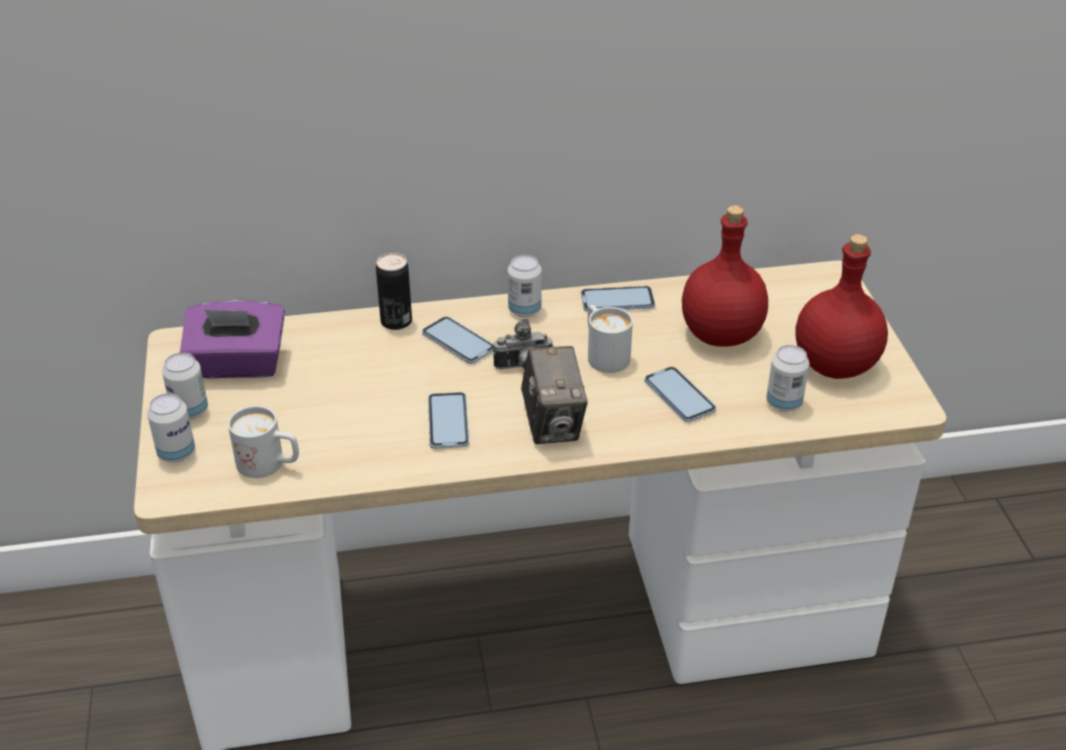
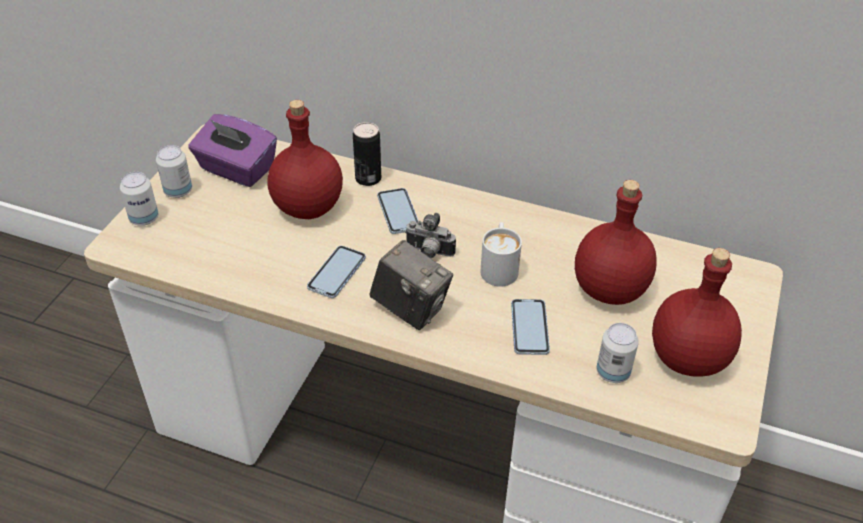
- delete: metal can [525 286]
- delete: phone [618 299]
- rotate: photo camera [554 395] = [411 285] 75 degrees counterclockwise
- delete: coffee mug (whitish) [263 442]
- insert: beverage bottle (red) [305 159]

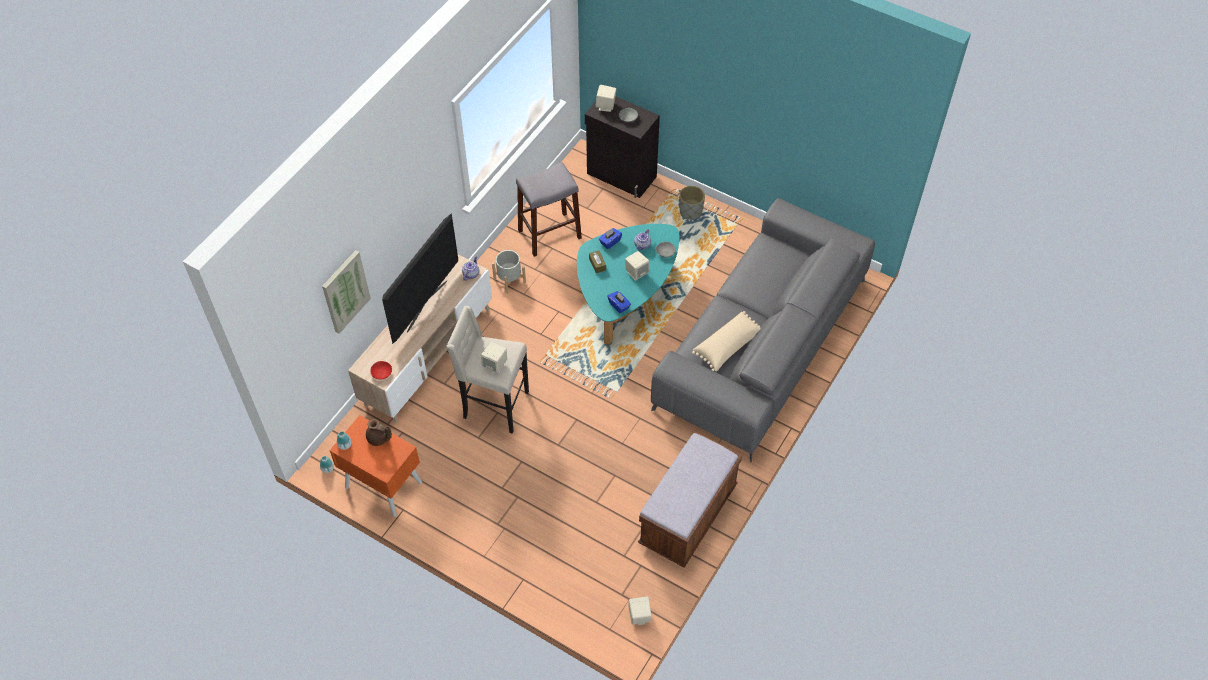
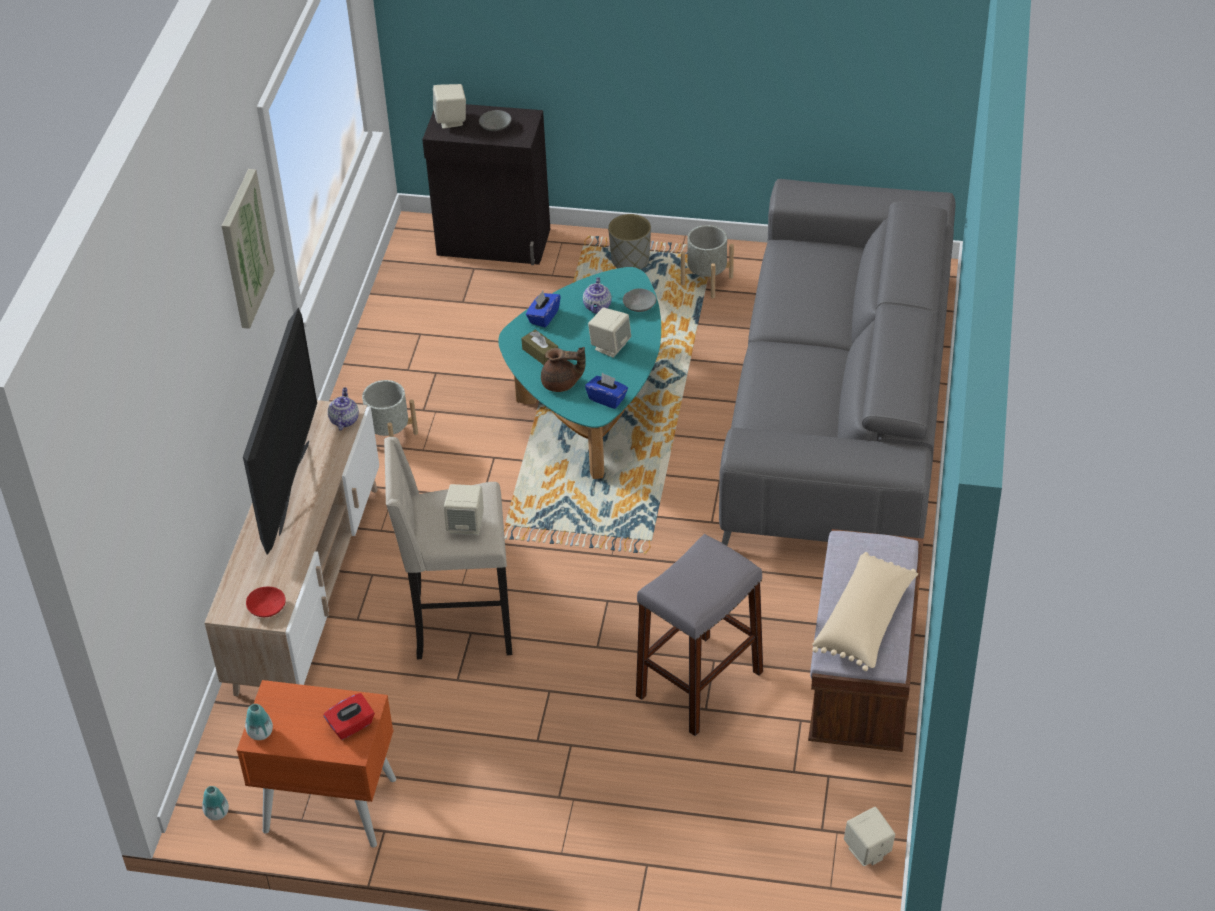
- move: stool (grey) [549 209] to [699 635]
- move: picture [346 292] to [248 249]
- move: throw pillow (sand-coloured) [726 341] to [865 611]
- move: pot for tea (brownish) [379 432] to [563 369]
- insert: planter (grey) [707 261]
- insert: tissue holder (red) [349 716]

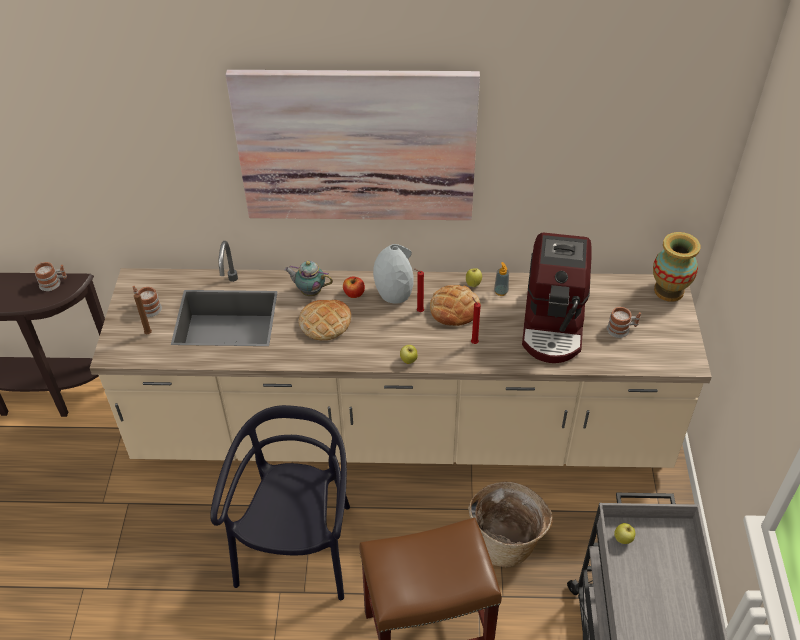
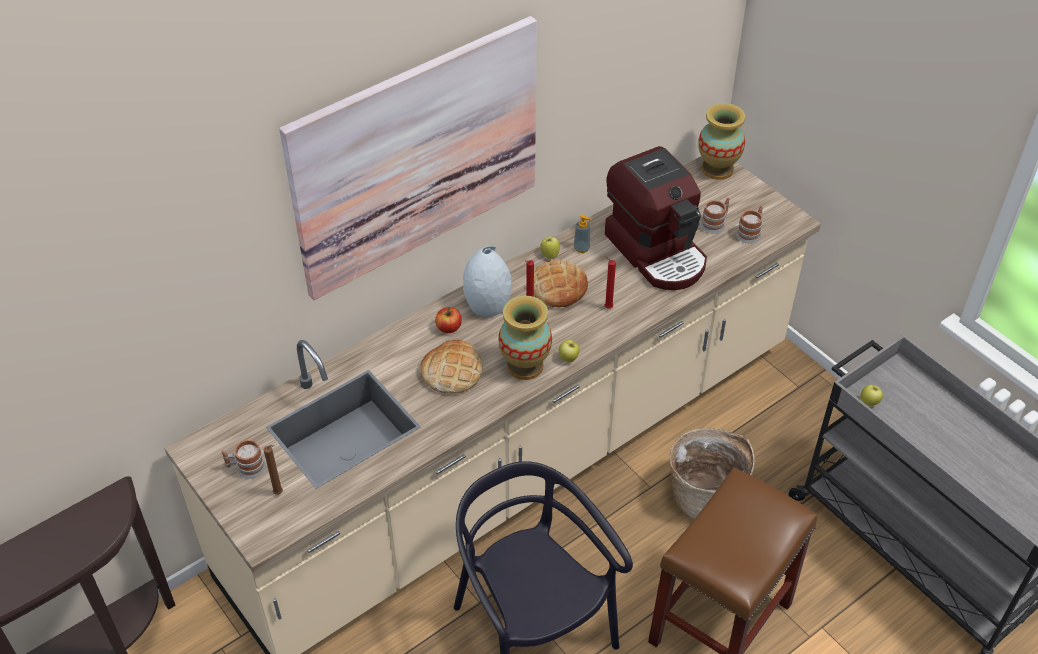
- delete: pot for tea [308 278]
- move: coffee mug [50 276] to [749 225]
- insert: vase [525 338]

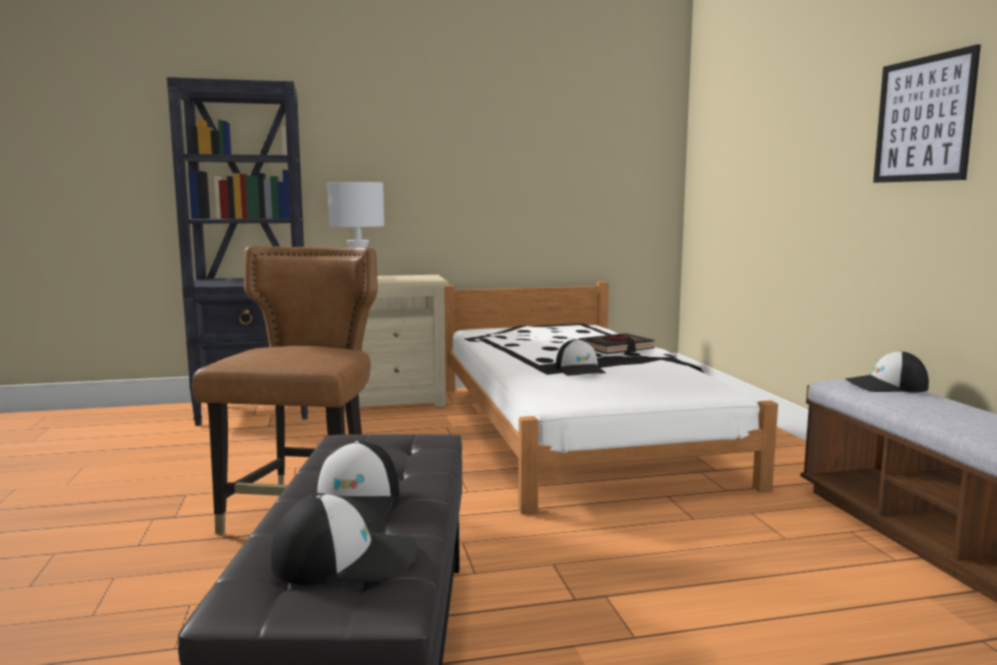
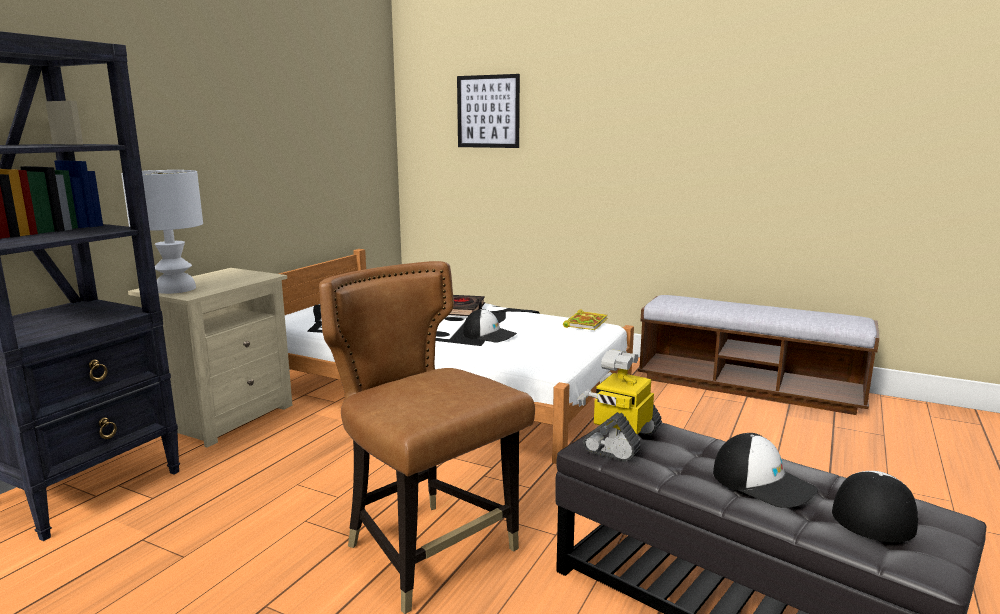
- move: picture [927 113] to [488 111]
- delete: cap [887 372]
- insert: bound book [585 320]
- insert: robot figure [619 405]

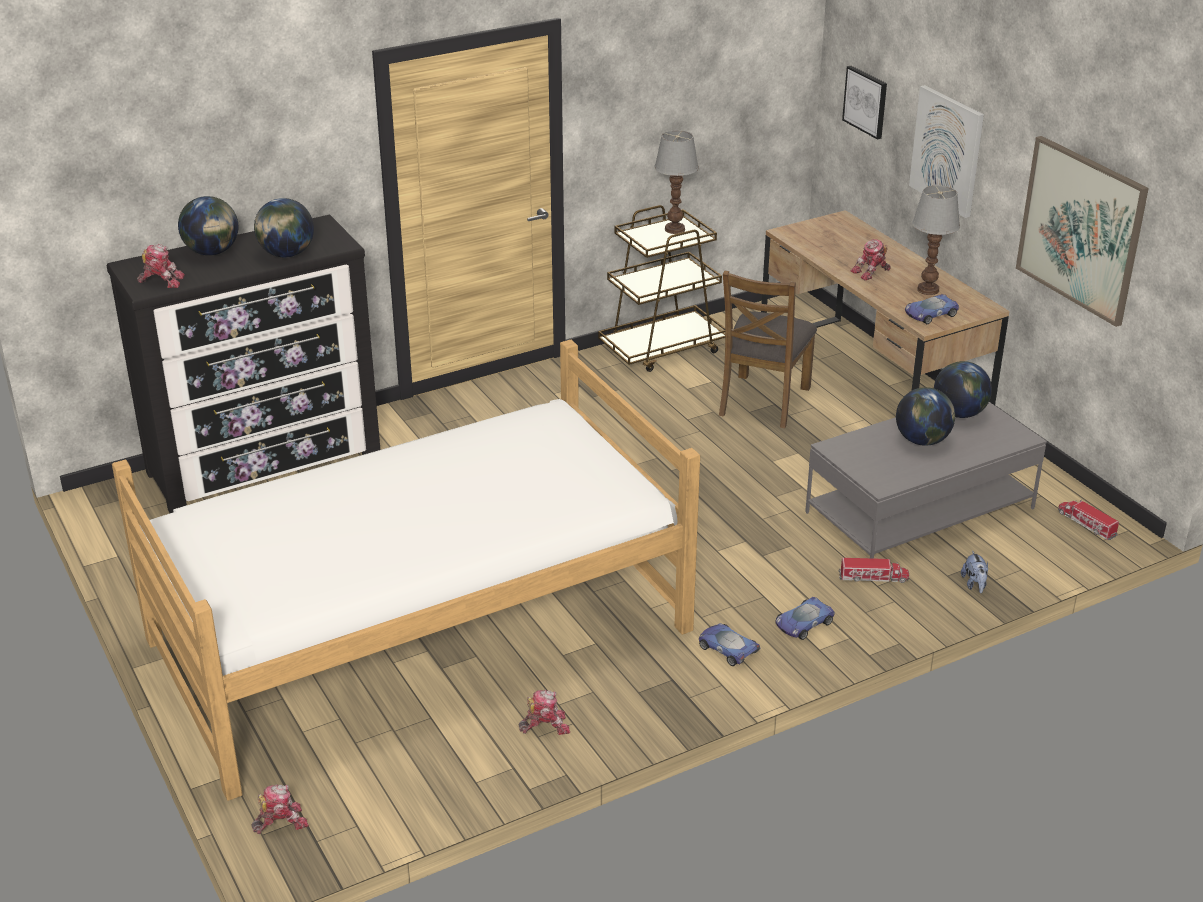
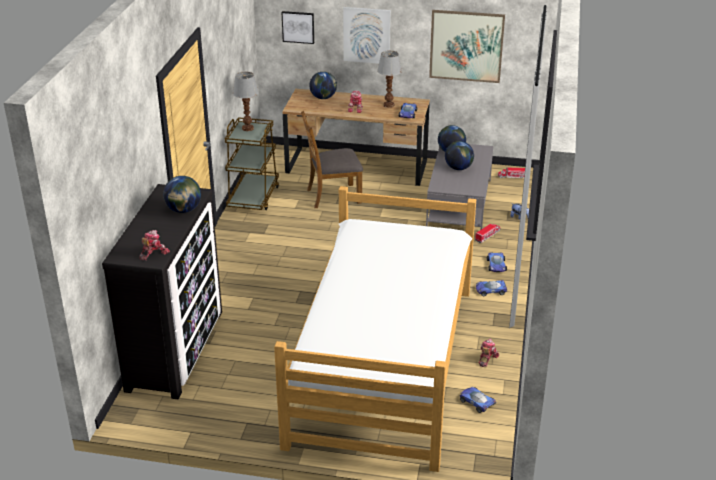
- move: desk globe [208 225] to [323 85]
- rotate: plain chair (brownish) [768 349] = [332 159] 105 degrees clockwise
- delete: robot figure [280 809]
- insert: model car [478 400]

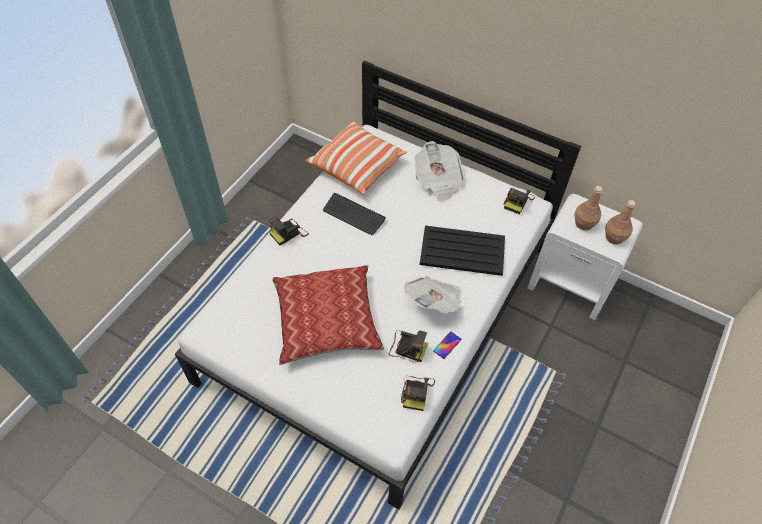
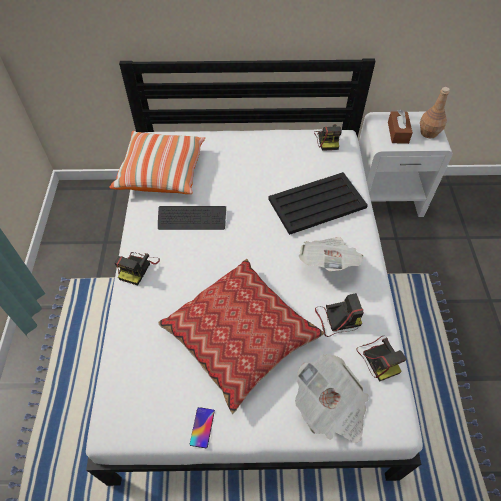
- move: printed paper [439 171] to [332 398]
- replace: beverage bottle (brownish) [588 208] to tissue holder (brownish) [400 126]
- move: phone [447 345] to [202 427]

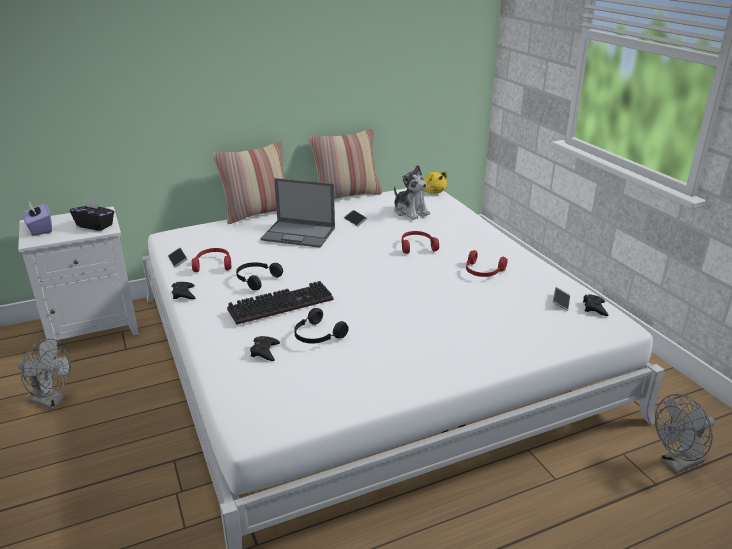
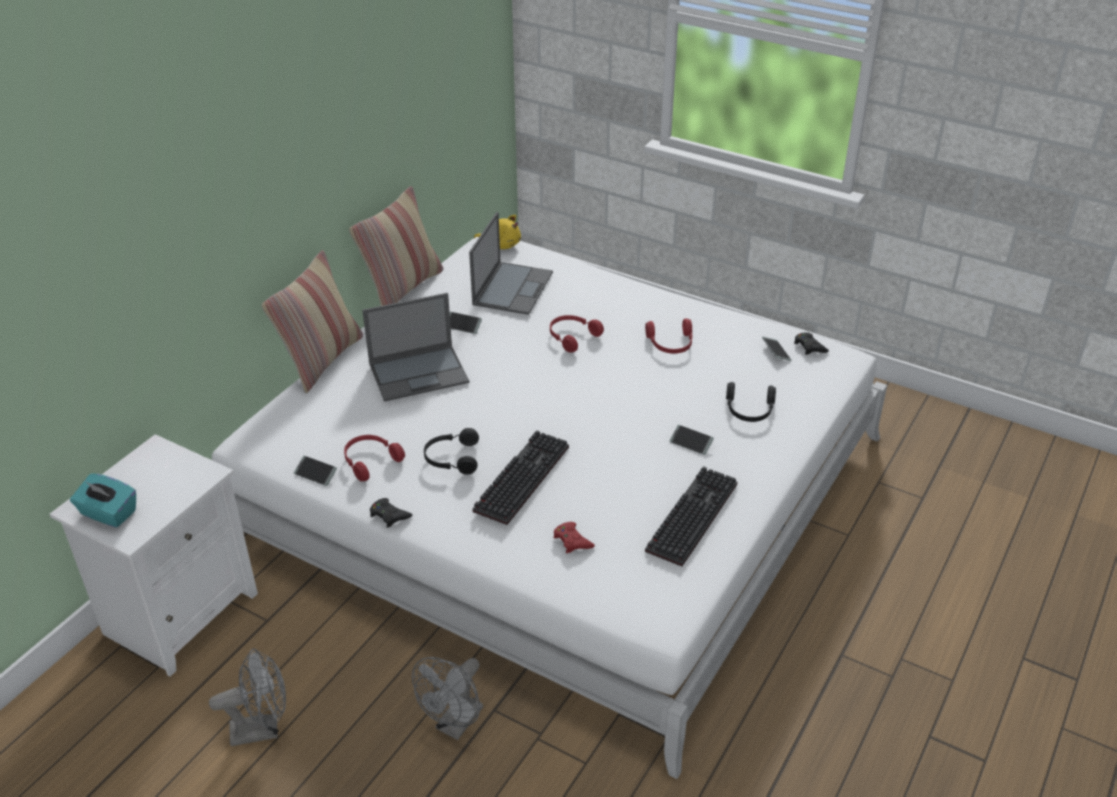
- replace: cuddly toy [412 192] to portable computer [511 263]
- delete: tissue holder (black-coloured) [92 214]
- recolor: tissue holder (purple-coloured) [37 219] to tissue holder (turquoise) [103 501]
- move: headset (black-coloured) [321 326] to [751 402]
- recolor: gamepad (black-coloured) [265 348] to gamepad (red) [574 537]
- move: fan (grey) [685 433] to [447 698]
- insert: phone [692 440]
- insert: computer keyboard [691 516]

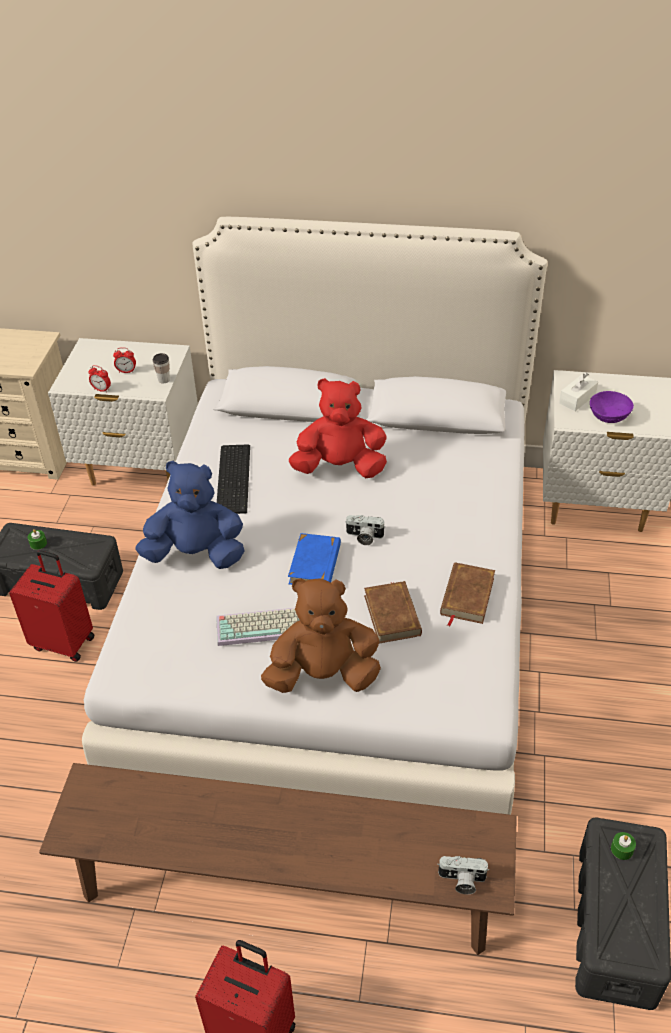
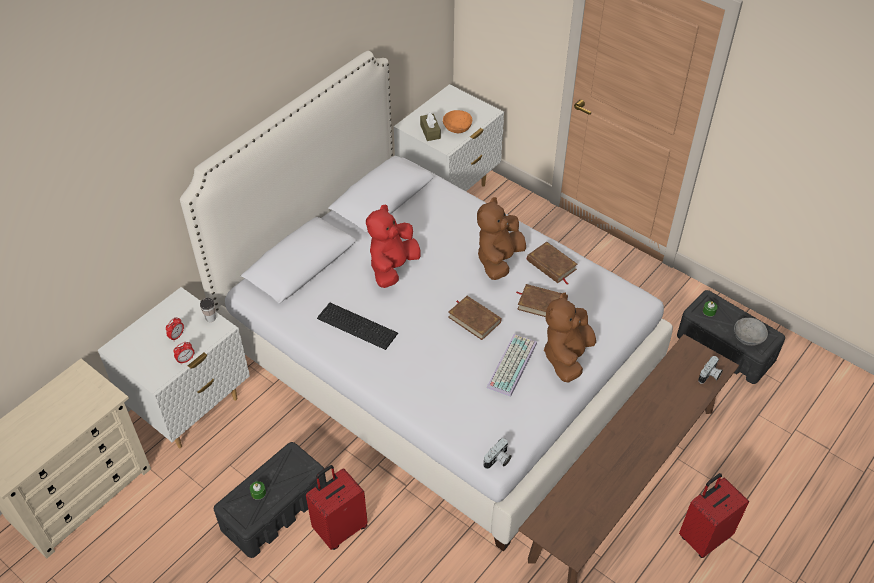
- recolor: tissue holder (whitish) [578 392] to tissue holder (brownish) [430 126]
- recolor: serving bowl (purple-coloured) [612 407] to serving bowl (orange) [457 121]
- delete: cuddly toy (bluish) [189 515]
- move: photo camera [365 530] to [498 453]
- recolor: bound book (bluish) [314 559] to bound book (brownish) [475 318]
- insert: cuddly toy (brownish) [501 238]
- insert: serving bowl (grey) [751 332]

